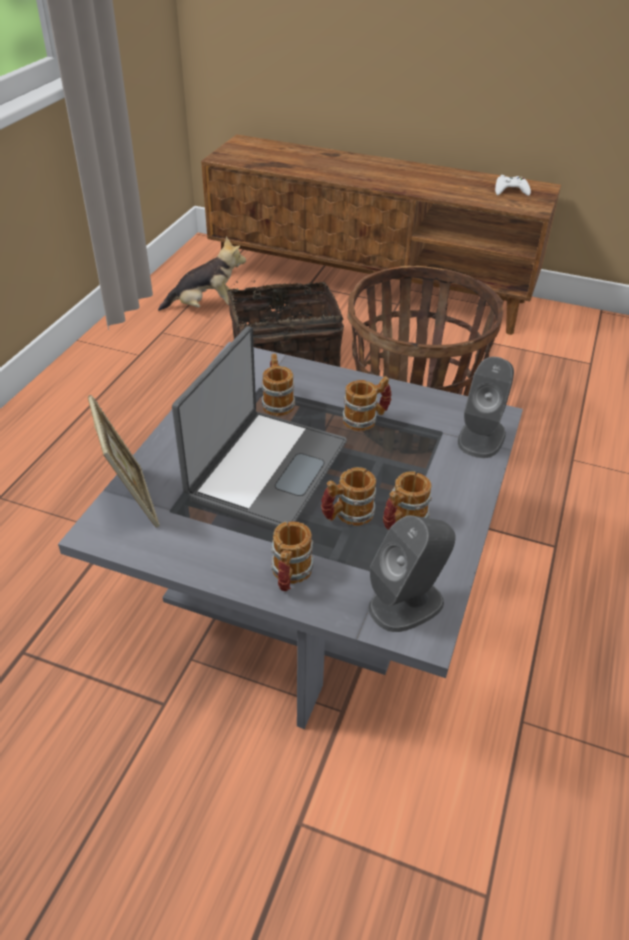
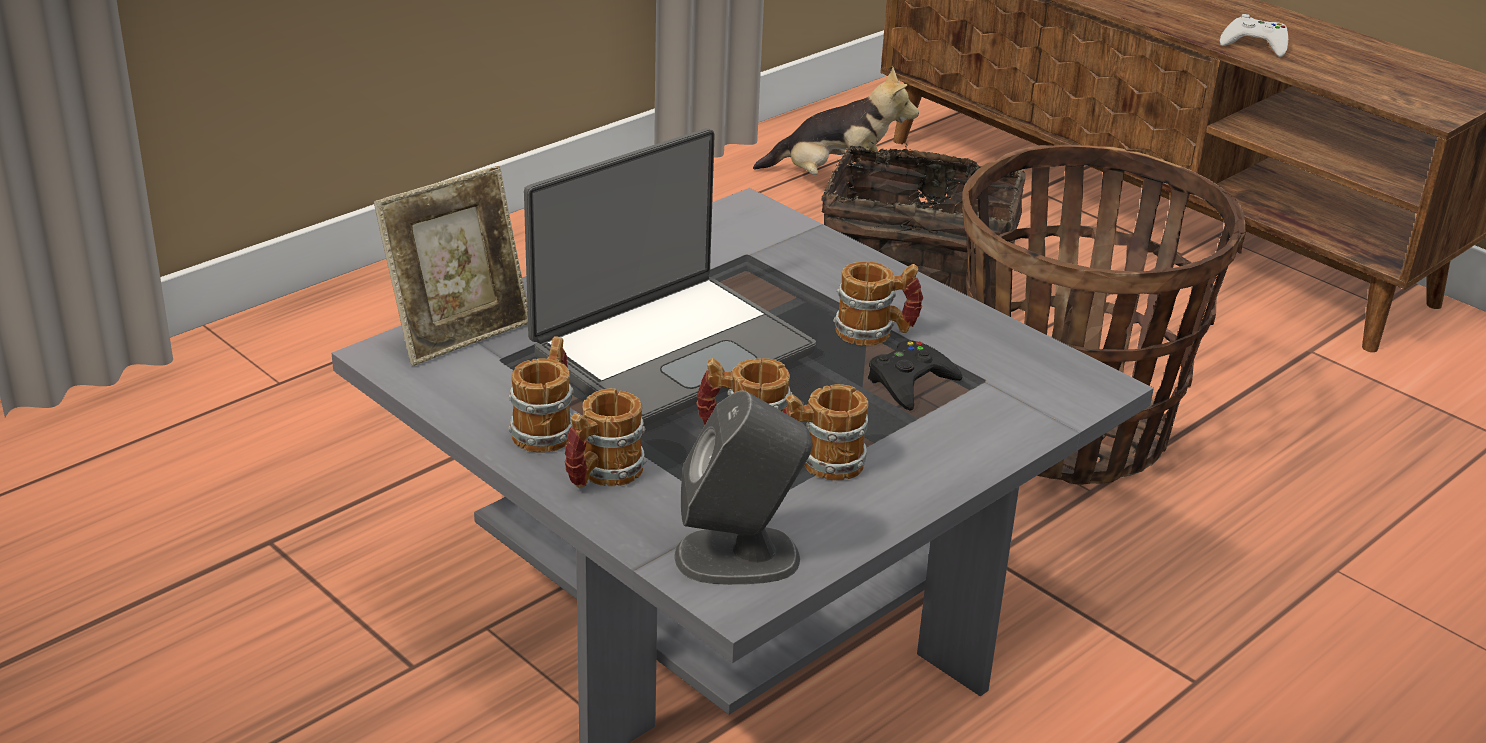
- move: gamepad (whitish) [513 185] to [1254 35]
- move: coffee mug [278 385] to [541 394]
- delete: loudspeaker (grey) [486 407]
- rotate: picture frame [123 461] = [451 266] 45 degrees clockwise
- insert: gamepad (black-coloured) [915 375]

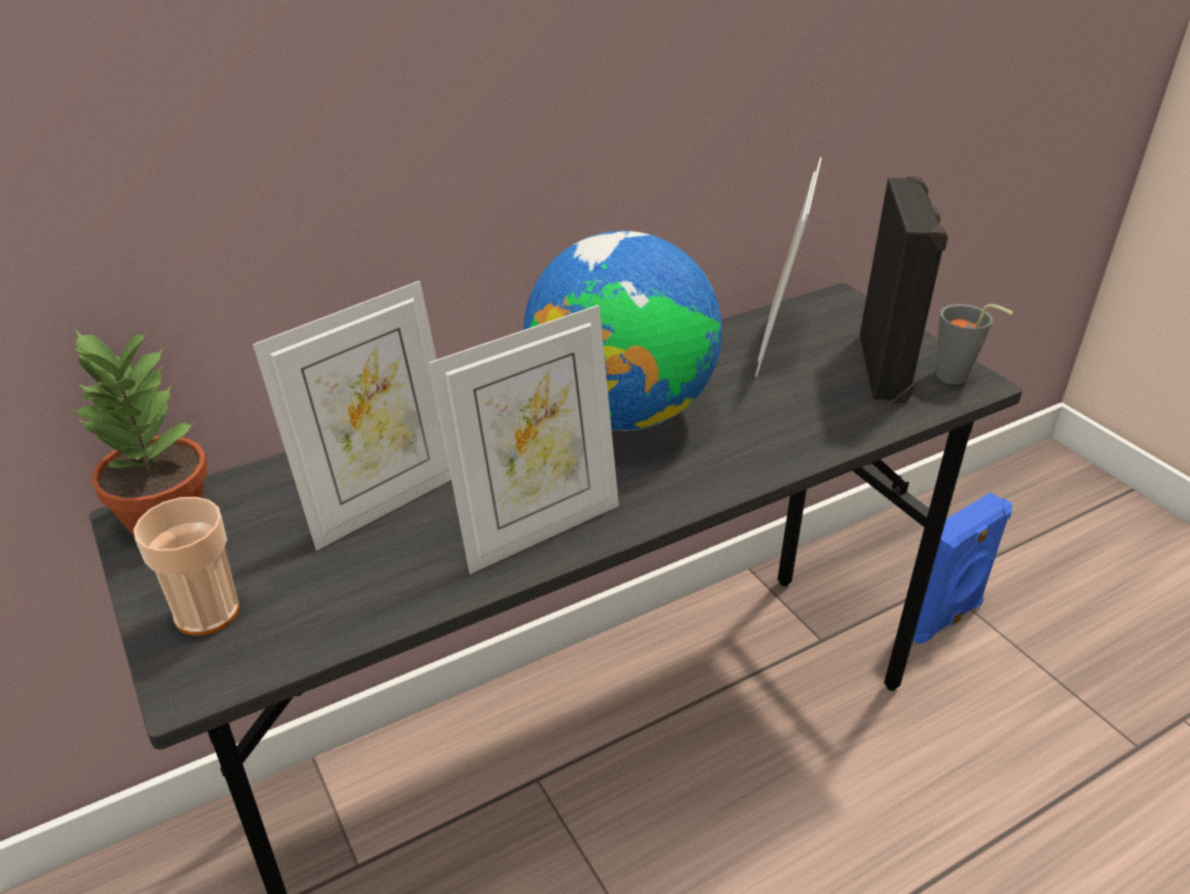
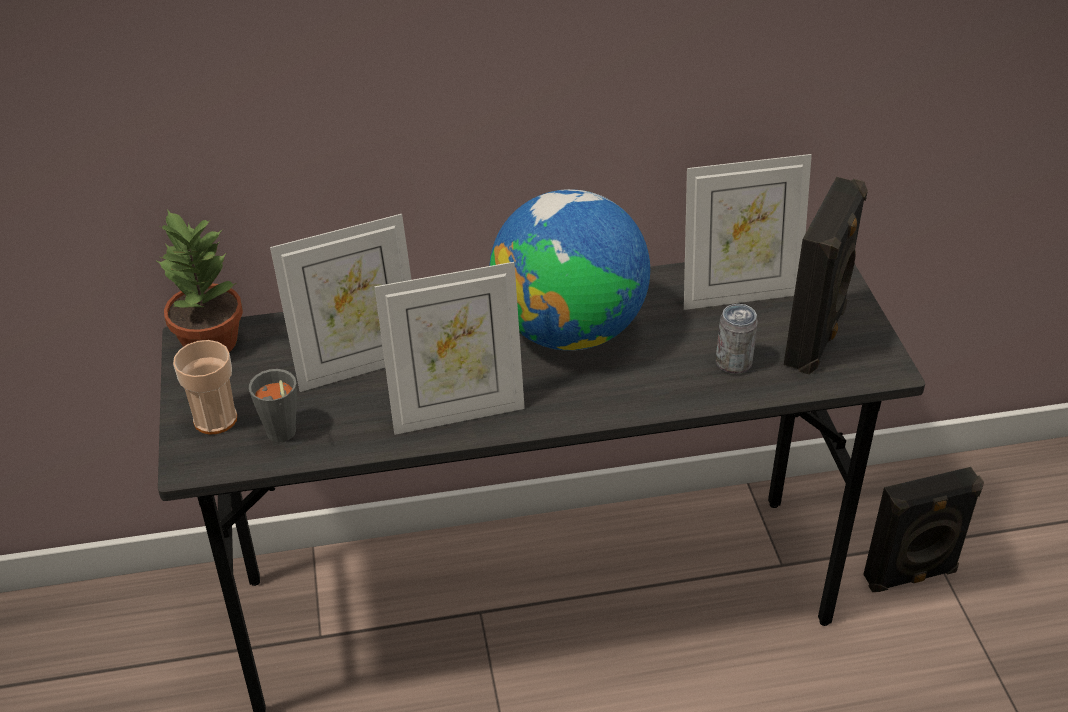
- rotate: picture frame [788 267] = [748 232] 135 degrees counterclockwise
- move: small cup (grey) [974 344] to [273 405]
- recolor: loudspeaker (bluish) [962 568] to loudspeaker (black-coloured) [923 529]
- insert: metal can [737 339]

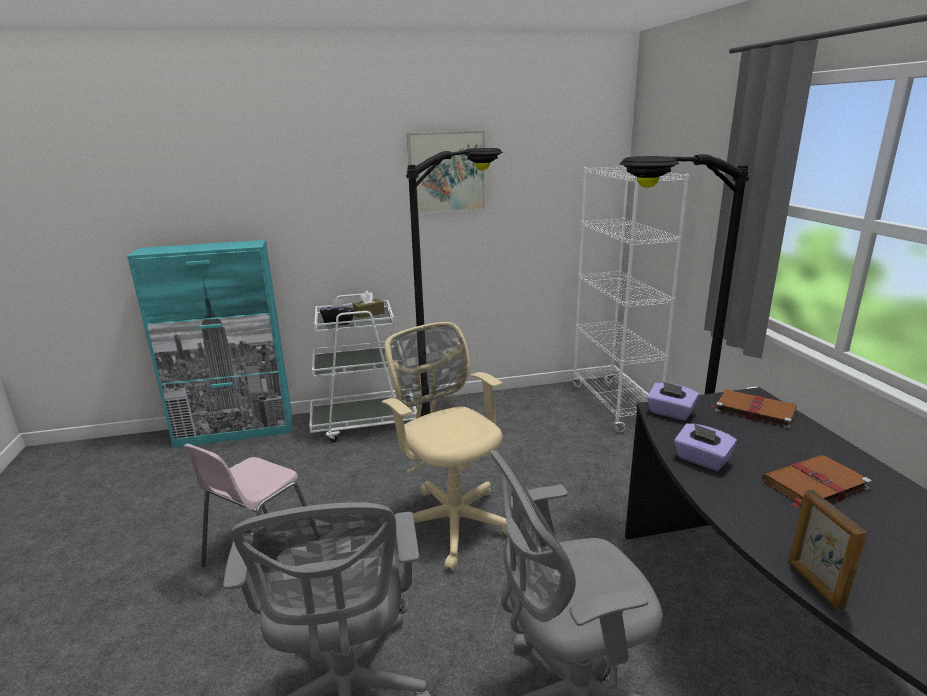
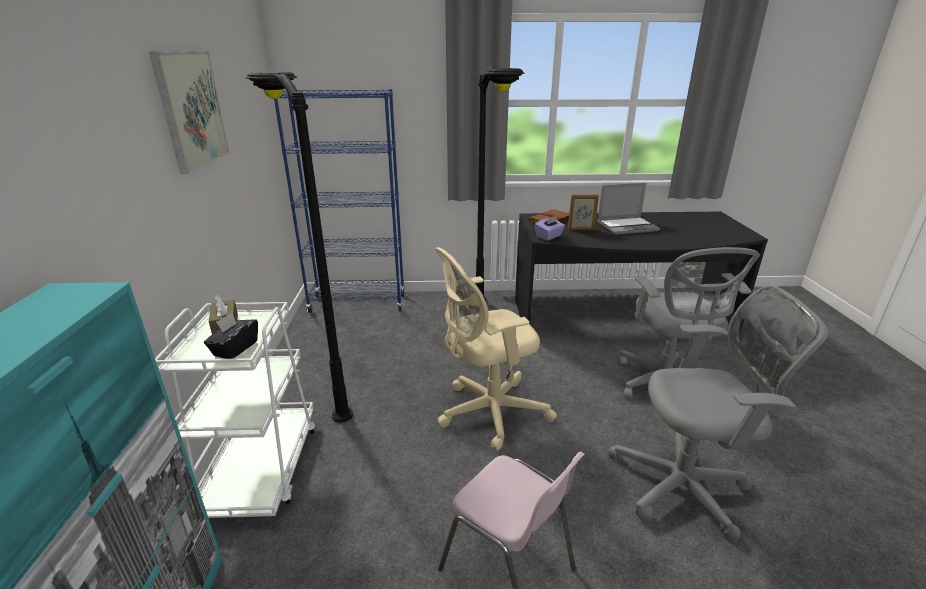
- recolor: bookcase (whitish) [631 300] to bookcase (bluish) [339 201]
- delete: tissue holder (purple-coloured) [705 447]
- replace: bound book (brownish) [817 481] to portable computer [628 209]
- move: picture frame [827 550] to [583 212]

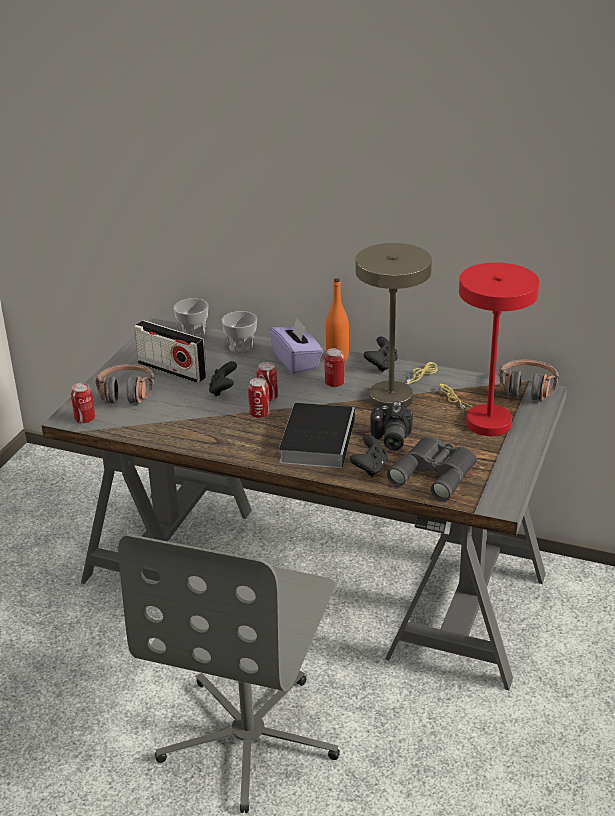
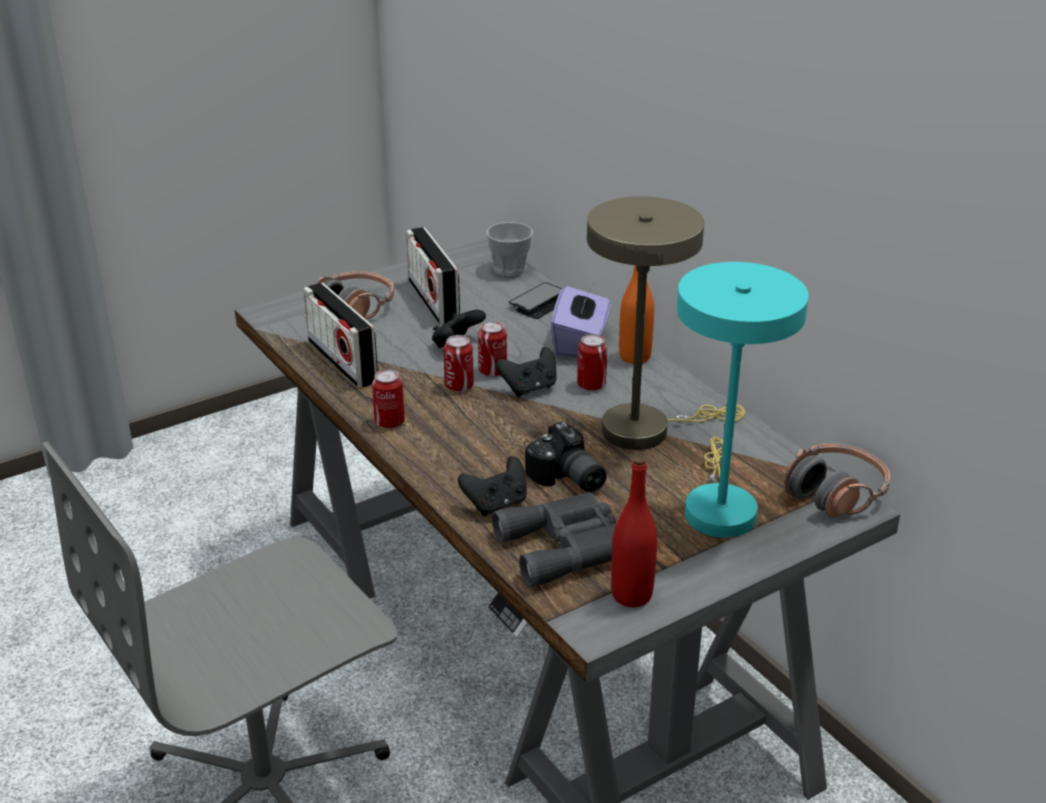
- recolor: tabletop lamp (red) [489 349] to tabletop lamp (turquoise) [743 400]
- replace: small cup [239 332] to phone [535 301]
- move: gamepad (black-coloured) [381 354] to [526 372]
- move: metal can [83 403] to [388 398]
- rotate: photo camera [391 426] = [566 457] 75 degrees counterclockwise
- delete: bound book [317 435]
- insert: radio [341 335]
- insert: beverage bottle (red) [634 532]

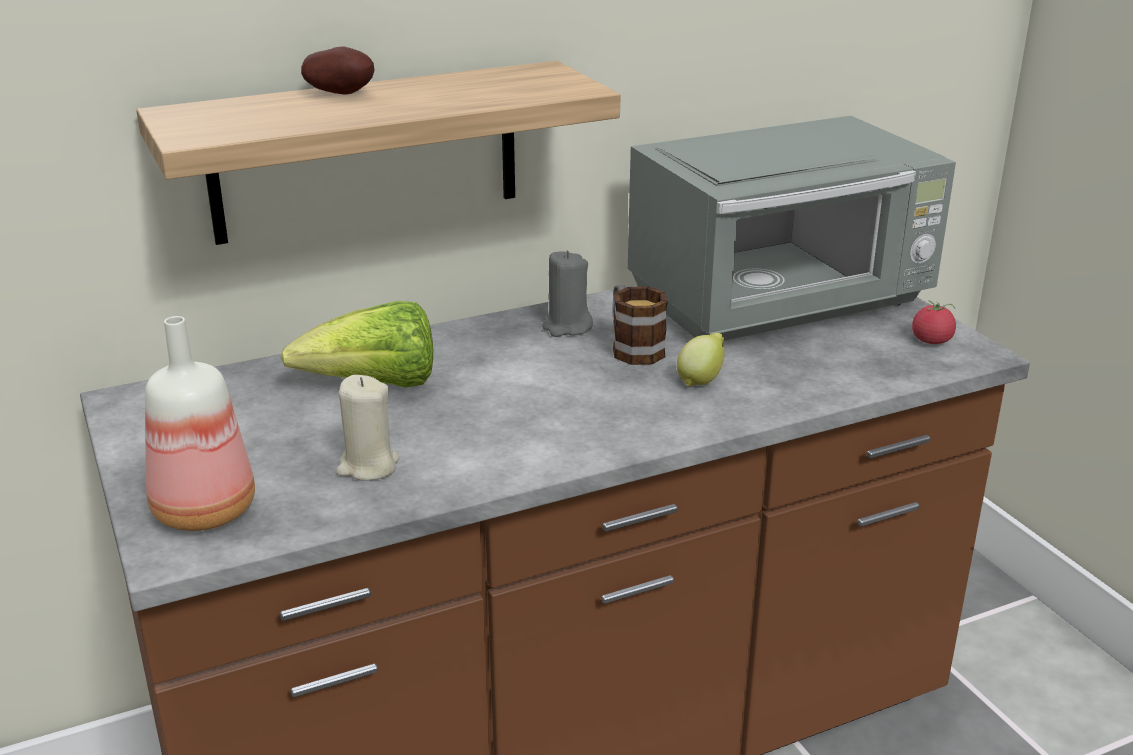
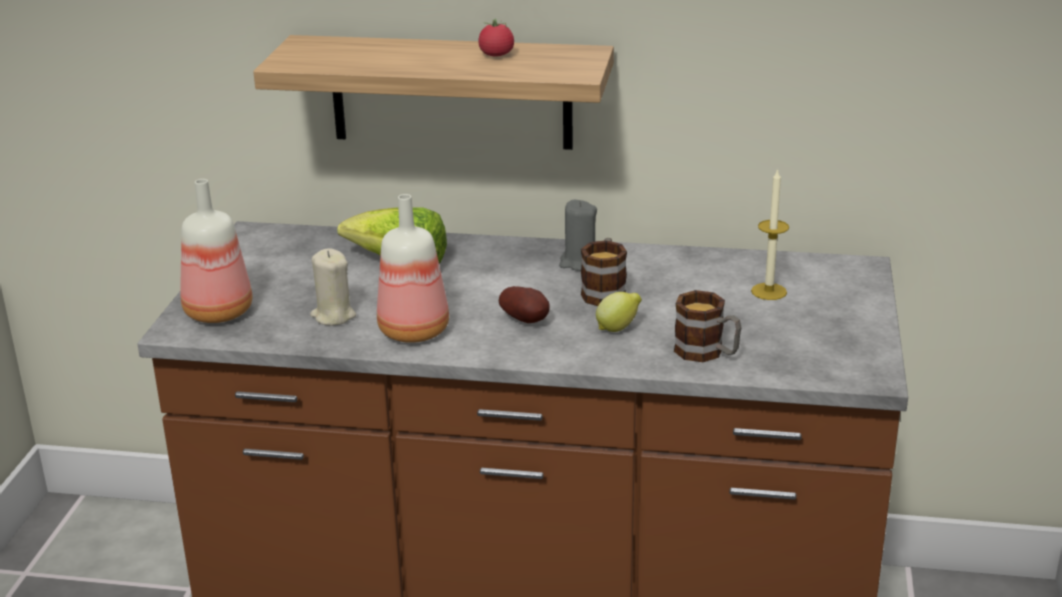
- move: potato [338 70] to [524 304]
- replace: kitchen microwave (grey) [792 228] to candle [770 234]
- move: tomato [934 322] to [496 37]
- insert: beverage bottle [413 268]
- insert: coffee mug [708 326]

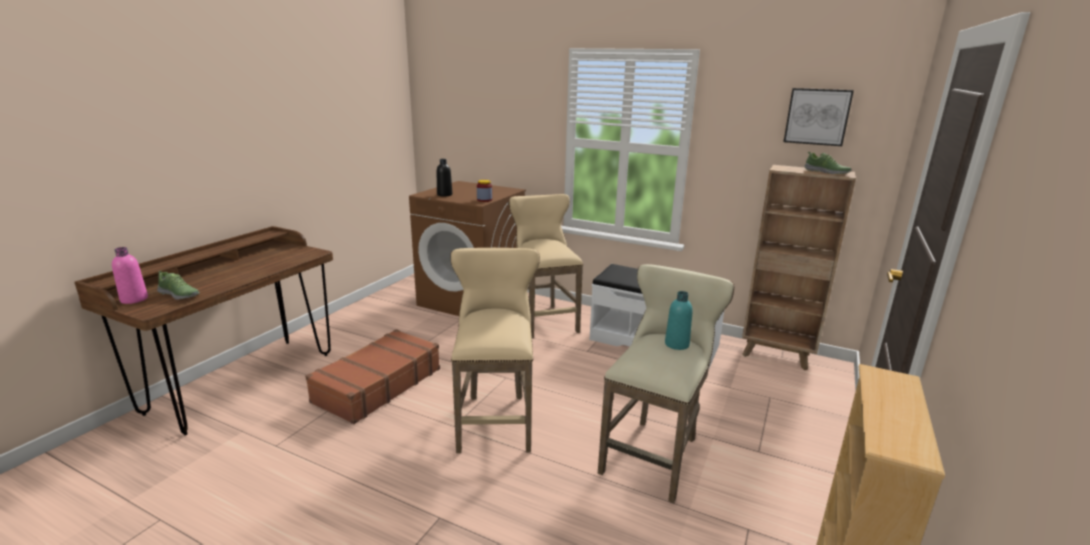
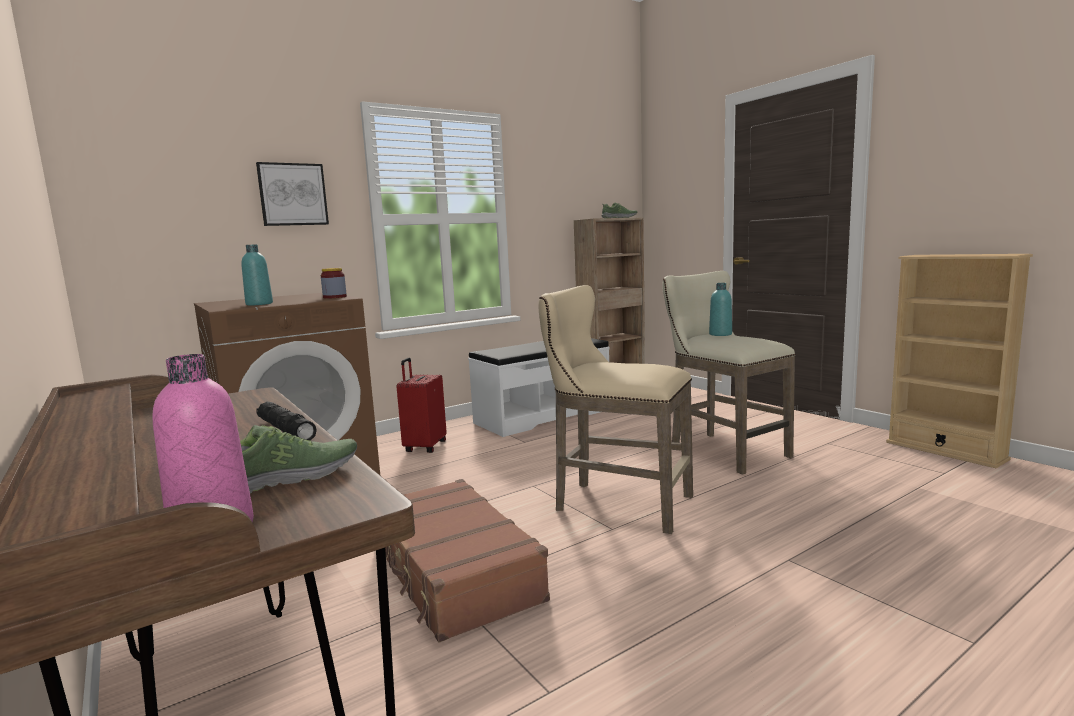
- move: picture [819 117] to [292 194]
- recolor: beverage bottle (black-coloured) [444 178] to beverage bottle (turquoise) [257 275]
- replace: stool (sand-coloured) [546 266] to travel case (red) [422 405]
- insert: torch (black-coloured) [286 421]

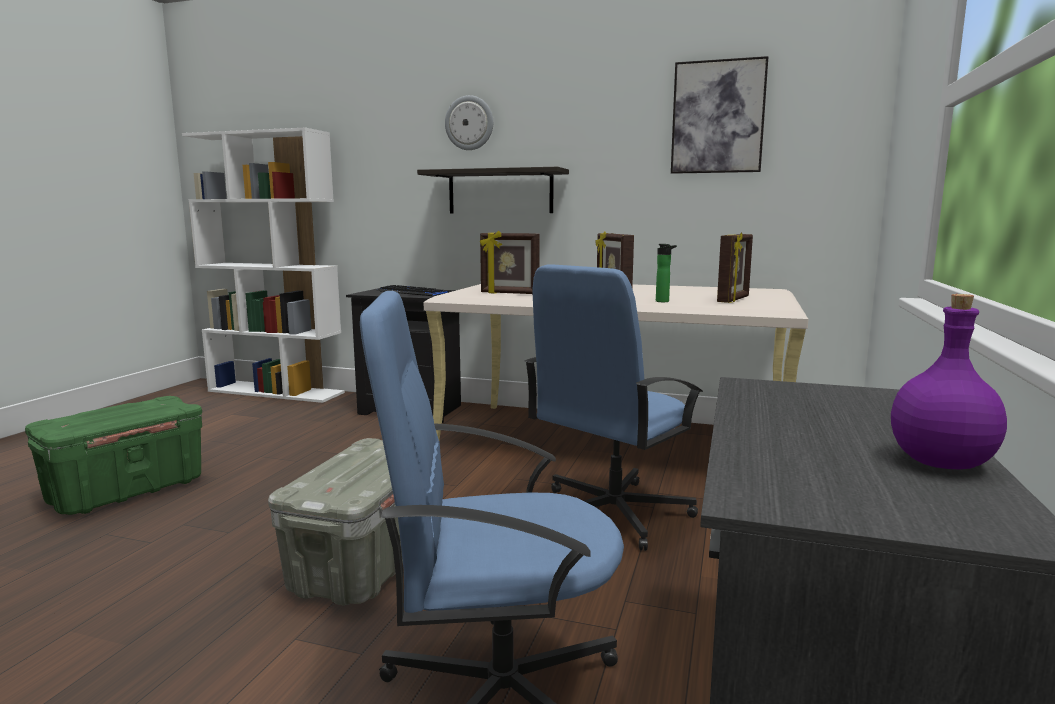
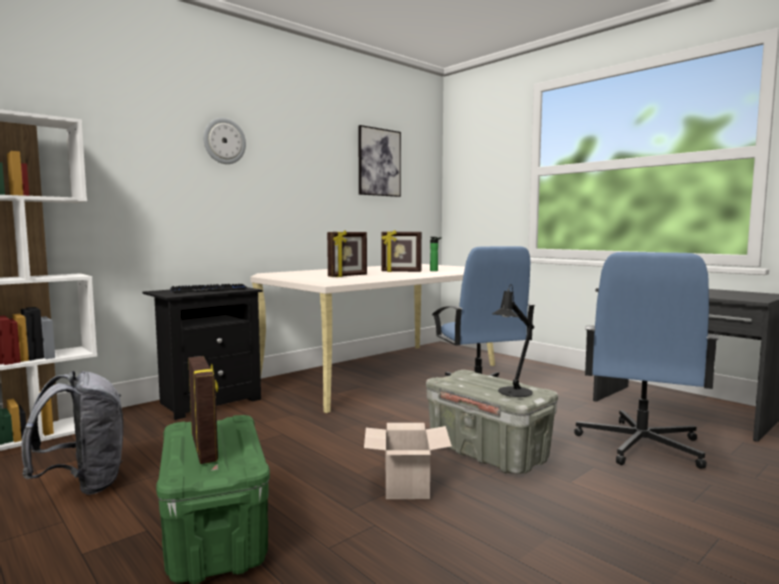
- delete: bracket shelf [493 190]
- move: picture frame [735 267] to [203 410]
- delete: beverage bottle (purple-coloured) [949 382]
- insert: tabletop lamp (black-coloured) [513 340]
- insert: knapsack (grey) [72 433]
- insert: cardboard box [408 461]

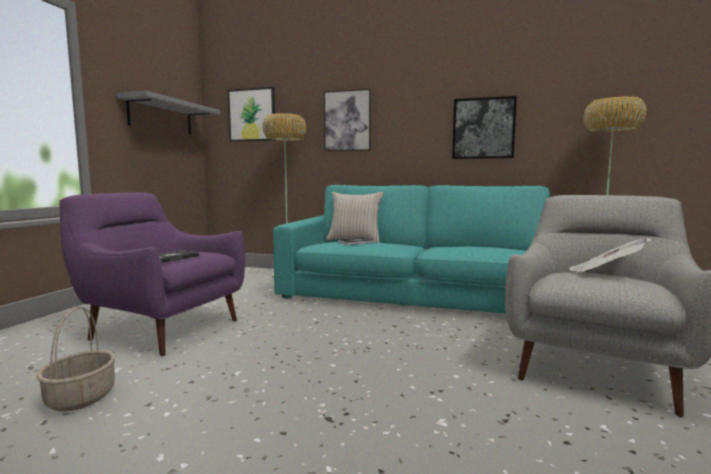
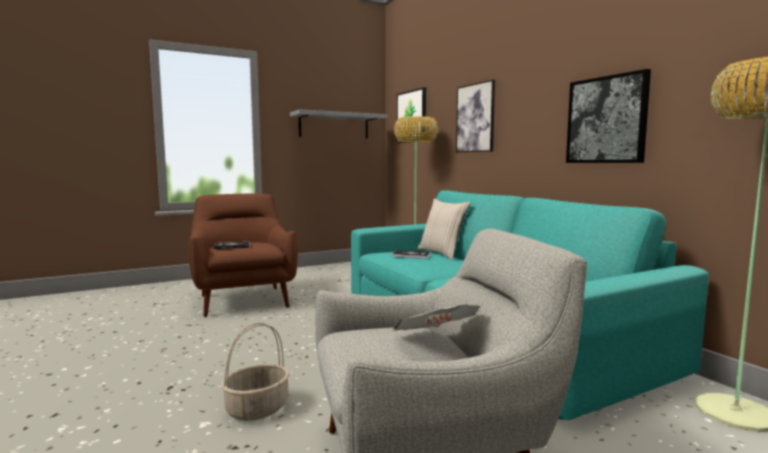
- recolor: lounge chair (purple-coloured) [152 274] to lounge chair (brownish) [243 255]
- move: storage basket [76 359] to [255 372]

